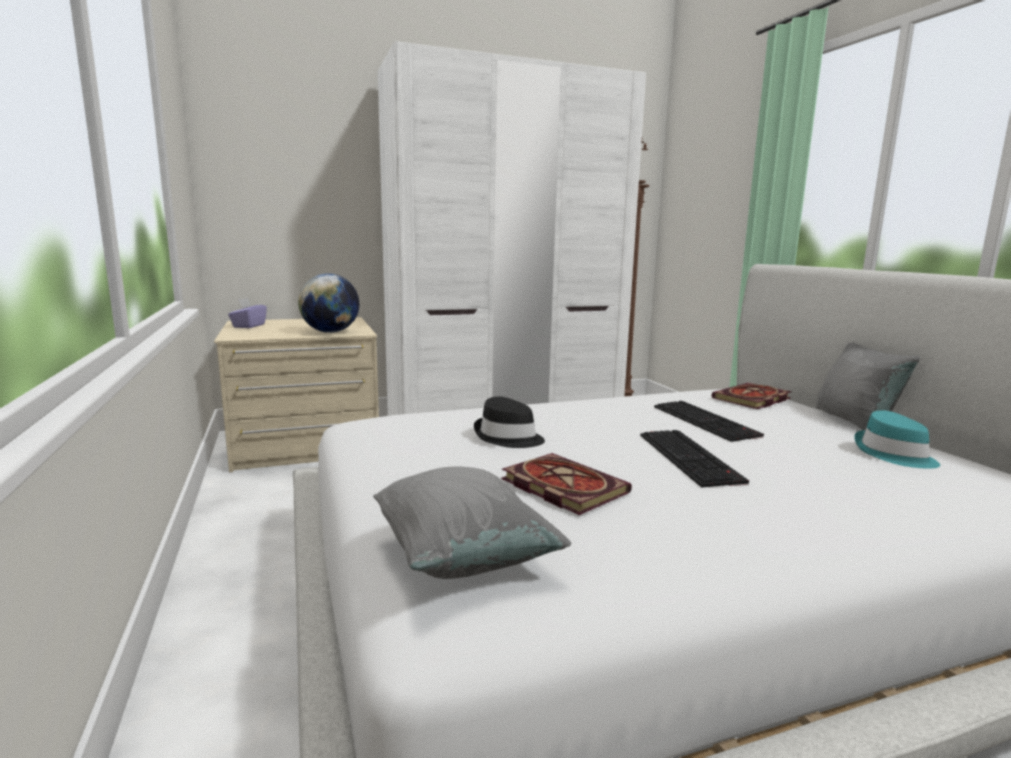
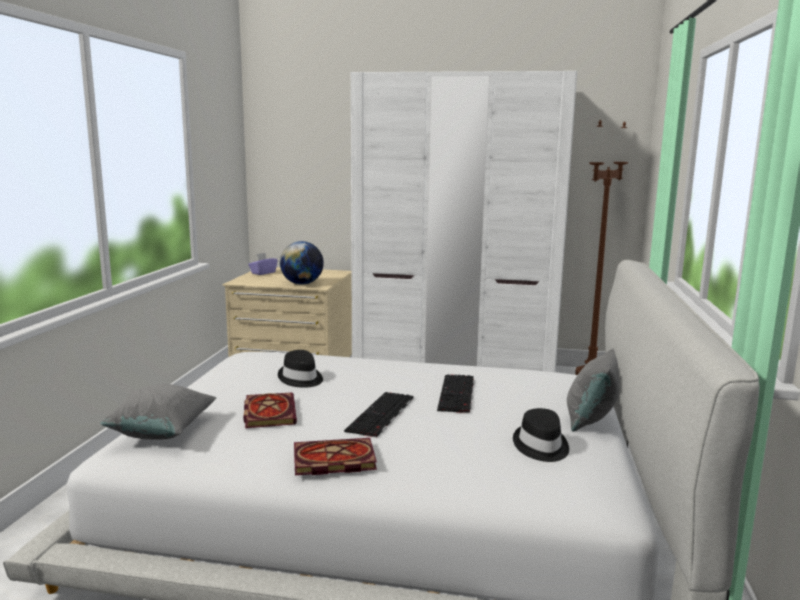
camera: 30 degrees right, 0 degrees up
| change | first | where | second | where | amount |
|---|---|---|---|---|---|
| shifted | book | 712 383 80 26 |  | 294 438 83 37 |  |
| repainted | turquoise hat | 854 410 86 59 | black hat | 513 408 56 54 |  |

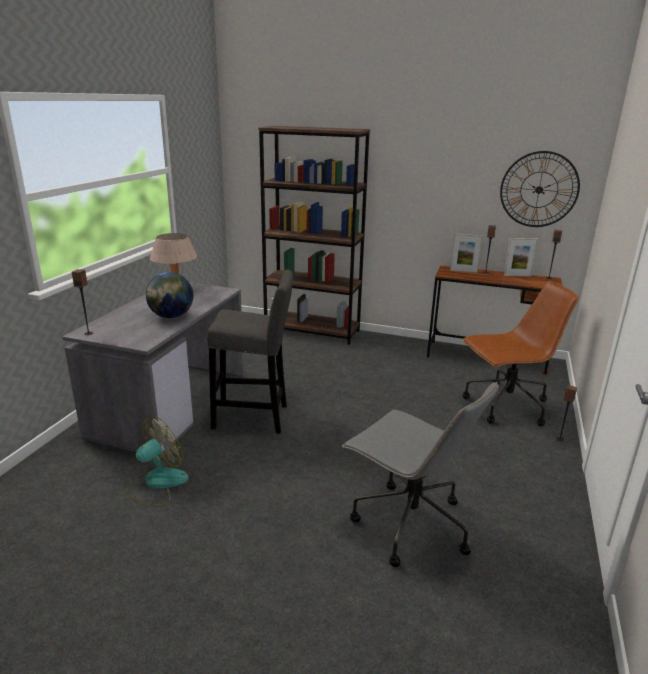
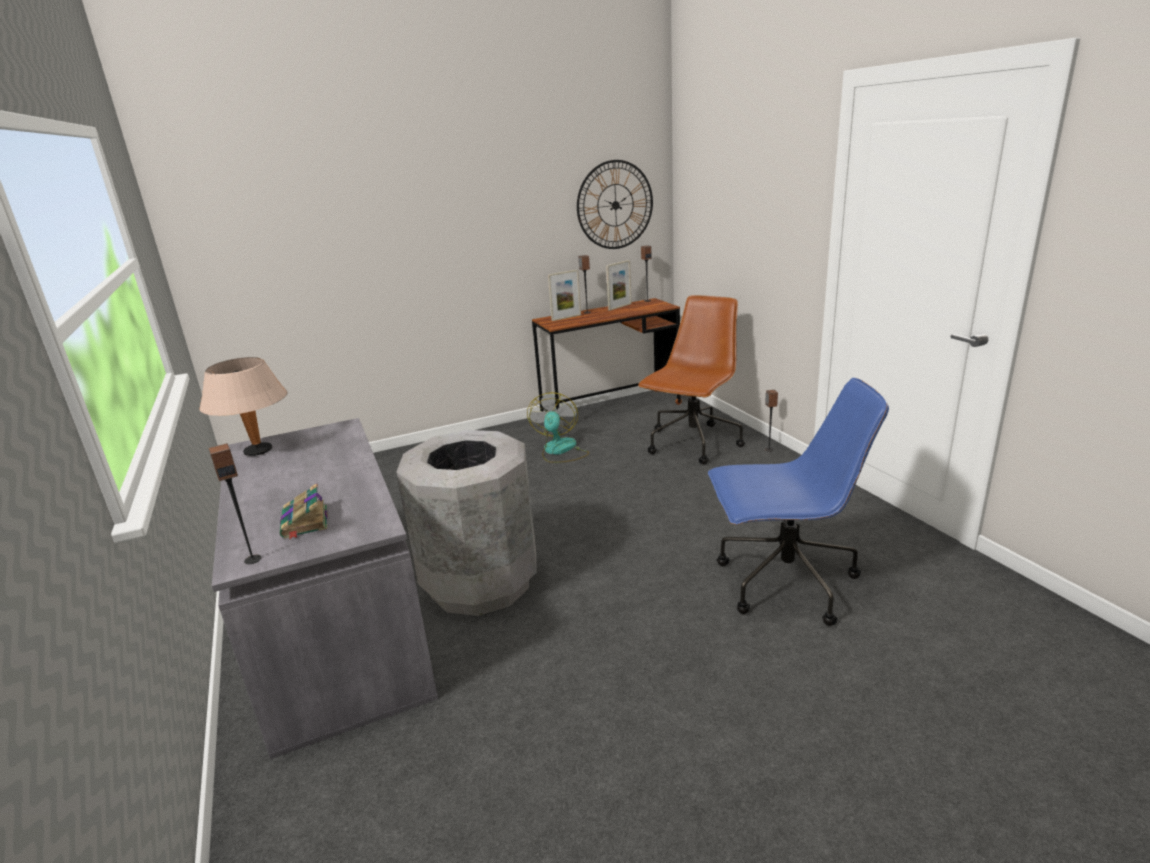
camera: 40 degrees left, 0 degrees up
| change | first | where | second | where | amount |
|---|---|---|---|---|---|
| gone | brown bookcase | 258 126 112 219 |  |  |  |
| swapped | grey stool | 207 269 86 165 | grey trash can | 396 430 141 186 |  |
| gone | globe | 146 272 47 46 |  |  |  |
| repainted | grey office chair | 342 381 157 186 | blue office chair | 708 378 181 248 |  |
| shifted | fan | 126 417 63 89 |  | 527 392 62 71 |  |
| new |  |  | book | 280 483 48 57 |  |

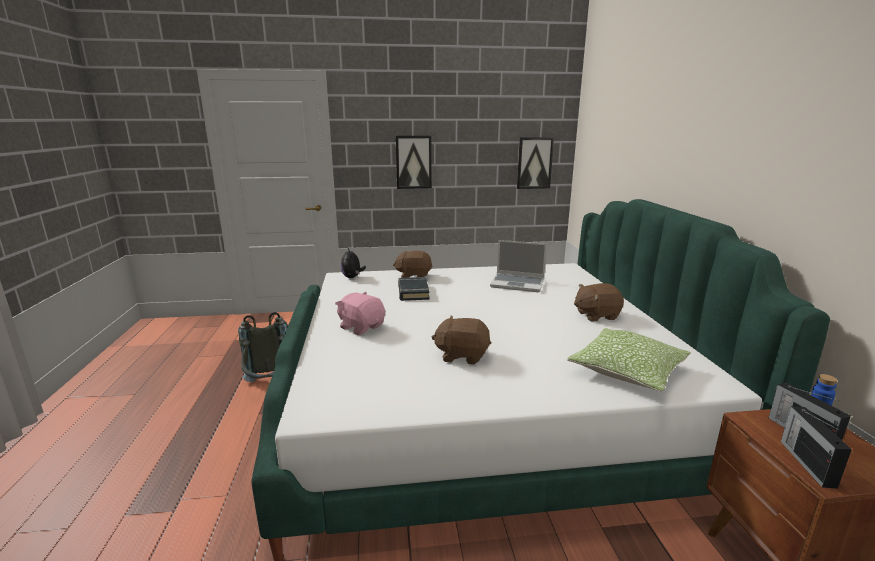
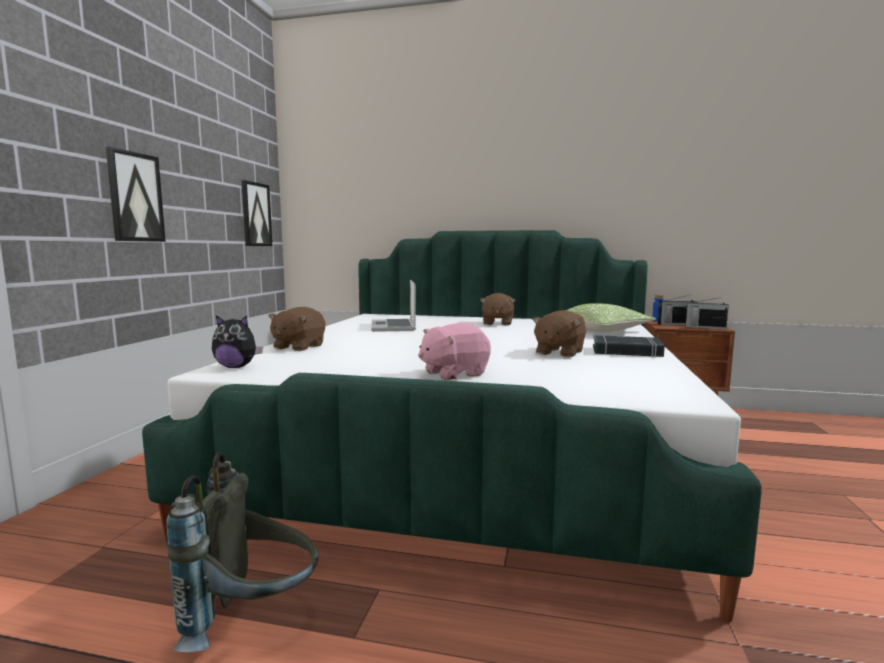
camera: 70 degrees left, 10 degrees down
| change | first | where | second | where | amount |
|---|---|---|---|---|---|
| rotated | laptop | 490 240 57 52 |  | 371 280 45 52 | 135 degrees clockwise |
| shifted | black book | 398 277 32 24 |  | 593 335 72 22 |  |

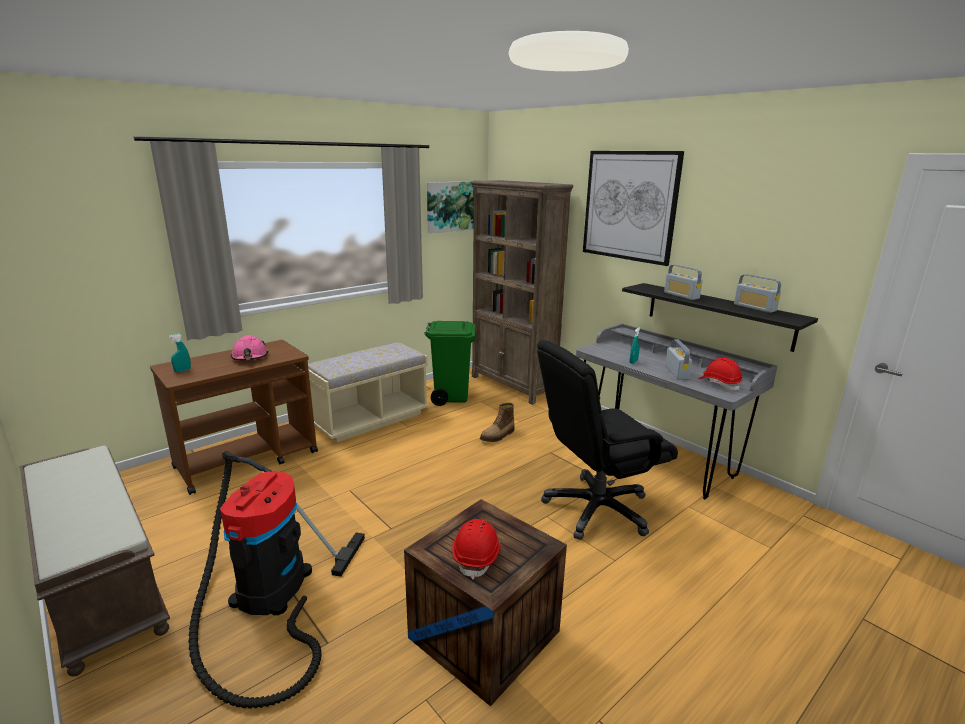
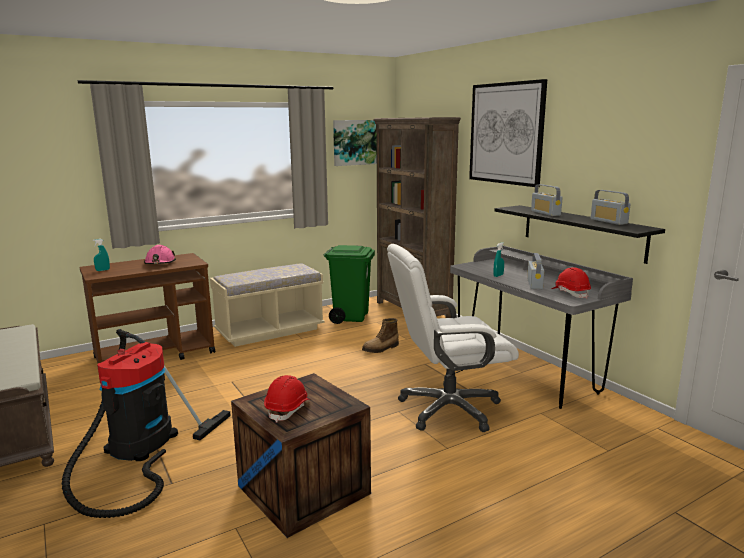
camera: 10 degrees right, 5 degrees down
| change | first | where | second | where | amount |
|---|---|---|---|---|---|
| repainted | black office chair | 537 340 141 200 | white office chair | 387 244 132 188 |  |

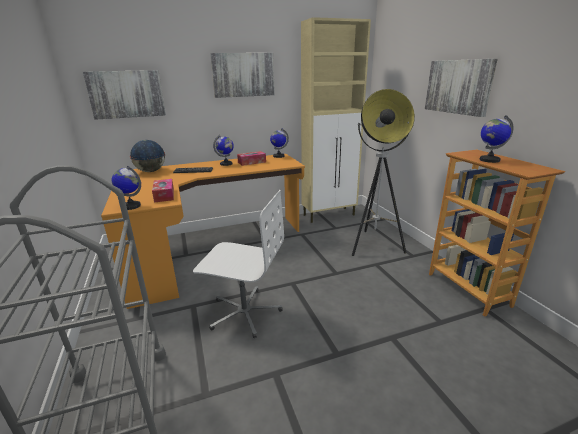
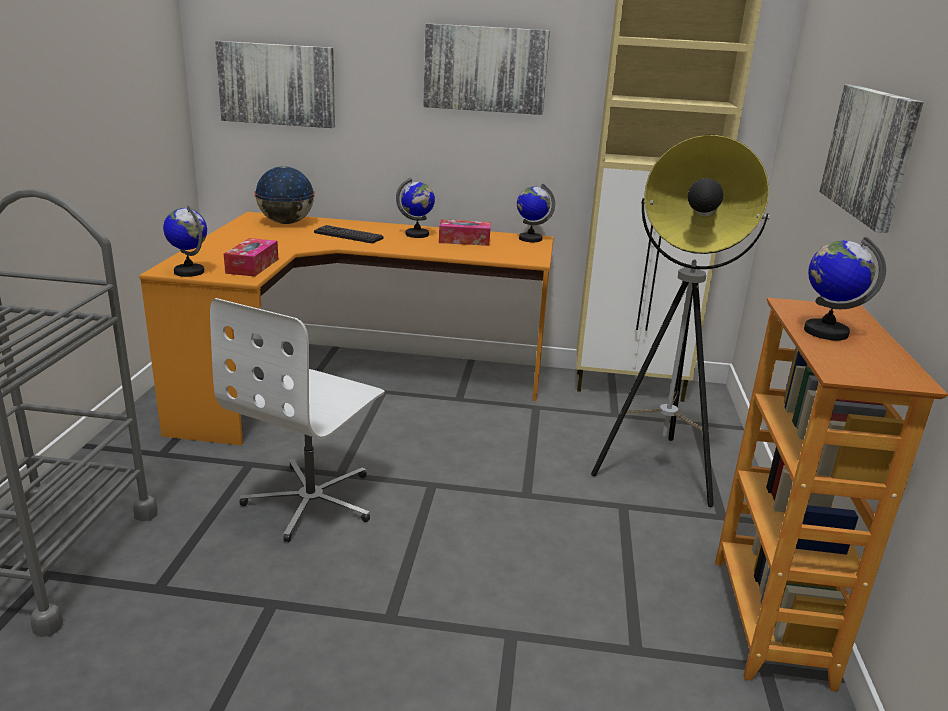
camera: 25 degrees right, 0 degrees up
| change | first | where | second | where | amount |
|---|---|---|---|---|---|
| rotated | white office chair | 193 190 91 148 |  | 210 298 175 244 | 75 degrees clockwise |

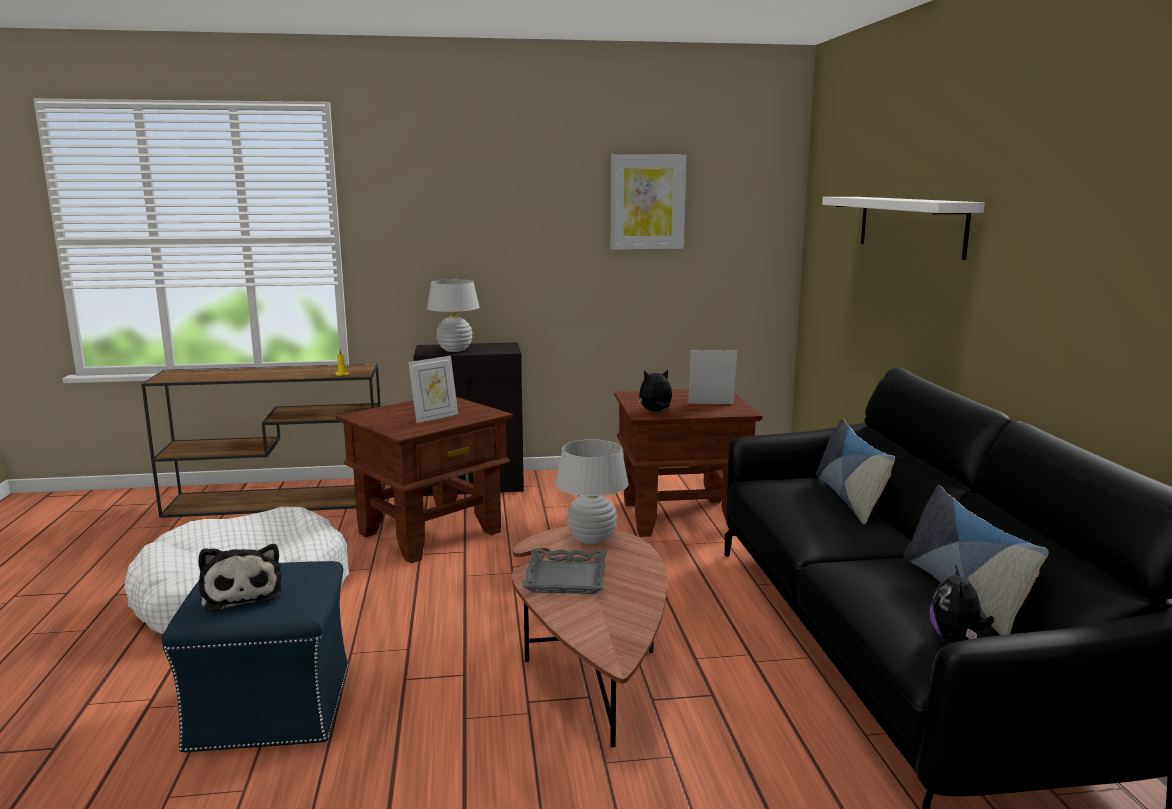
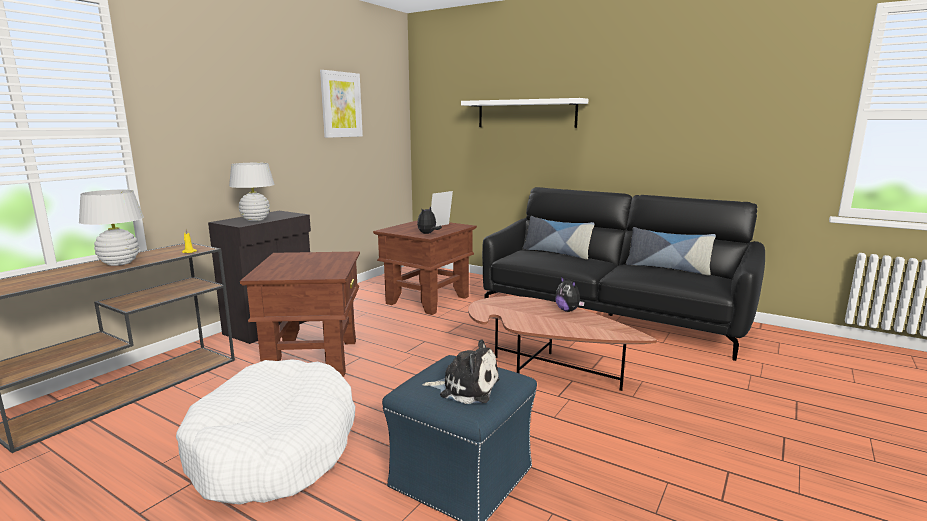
camera: 50 degrees left, 0 degrees up
| change | first | where | second | where | amount |
|---|---|---|---|---|---|
| gone | picture frame | 408 356 50 67 |  |  |  |
| shifted | white table lamp | 555 439 74 105 |  | 79 190 65 76 |  |
| gone | grey tray | 522 549 84 45 |  |  |  |
| shifted | plush toy | 930 565 64 77 |  | 555 276 30 36 |  |

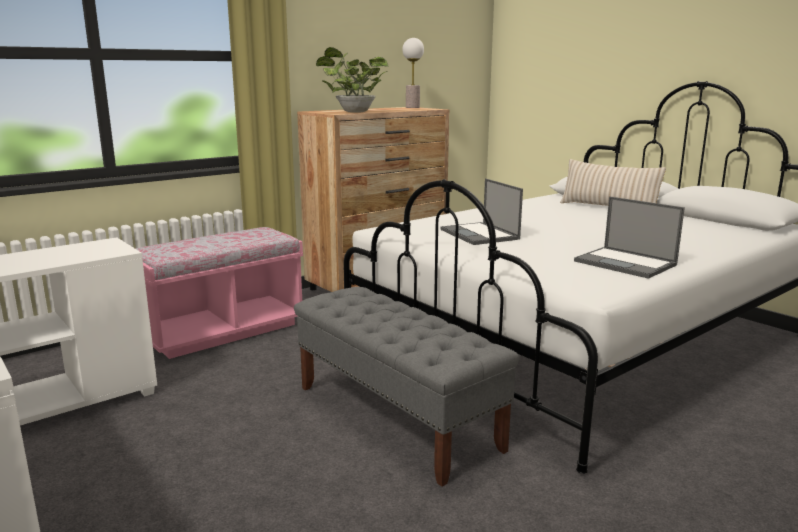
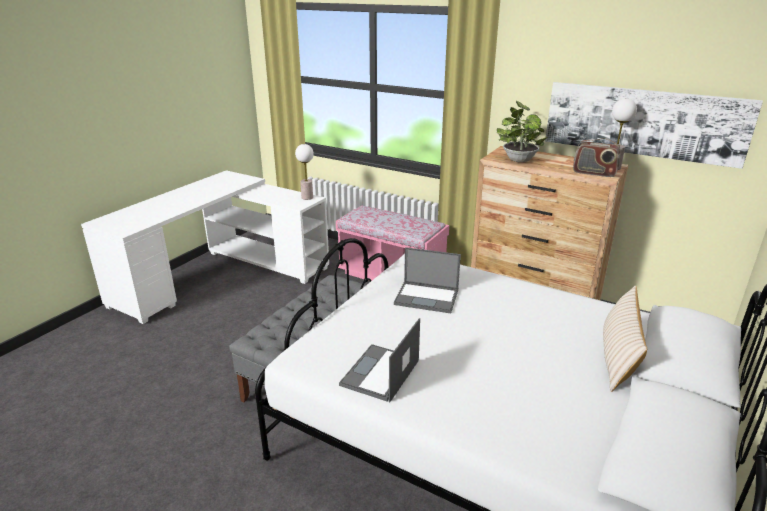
camera: 70 degrees right, 10 degrees up
| change | first | where | second | where | amount |
|---|---|---|---|---|---|
| rotated | laptop | 440 178 83 67 |  | 394 247 67 66 | 120 degrees counterclockwise |
| new |  |  | picture | 545 82 218 87 |  |
| new |  |  | radio | 573 138 47 39 |  |
| new |  |  | table lamp | 295 144 19 56 |  |

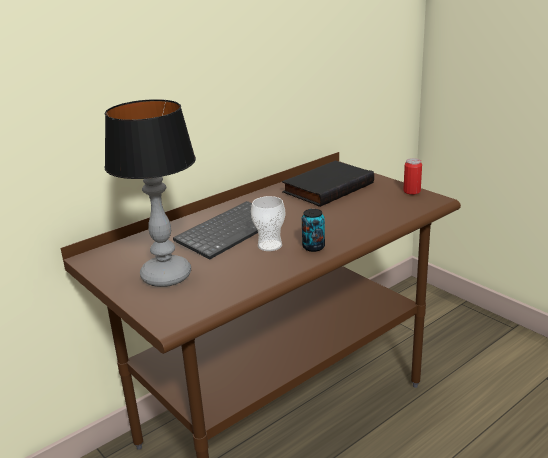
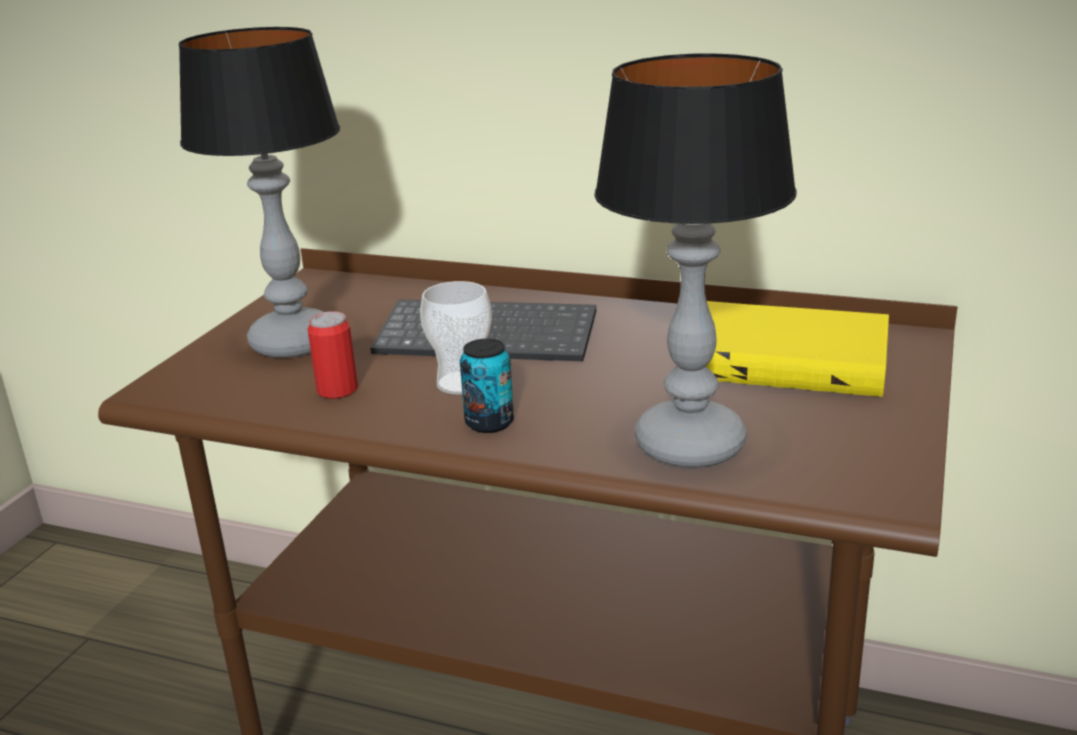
camera: 60 degrees right, 0 degrees up
| change | first | where | second | where | amount |
|---|---|---|---|---|---|
| shifted | can | 403 158 19 37 |  | 308 311 50 88 |  |
| repainted | black book | 282 161 92 46 | yellow book | 706 301 183 96 |  |
| new |  |  | table lamp | 594 53 203 414 |  |

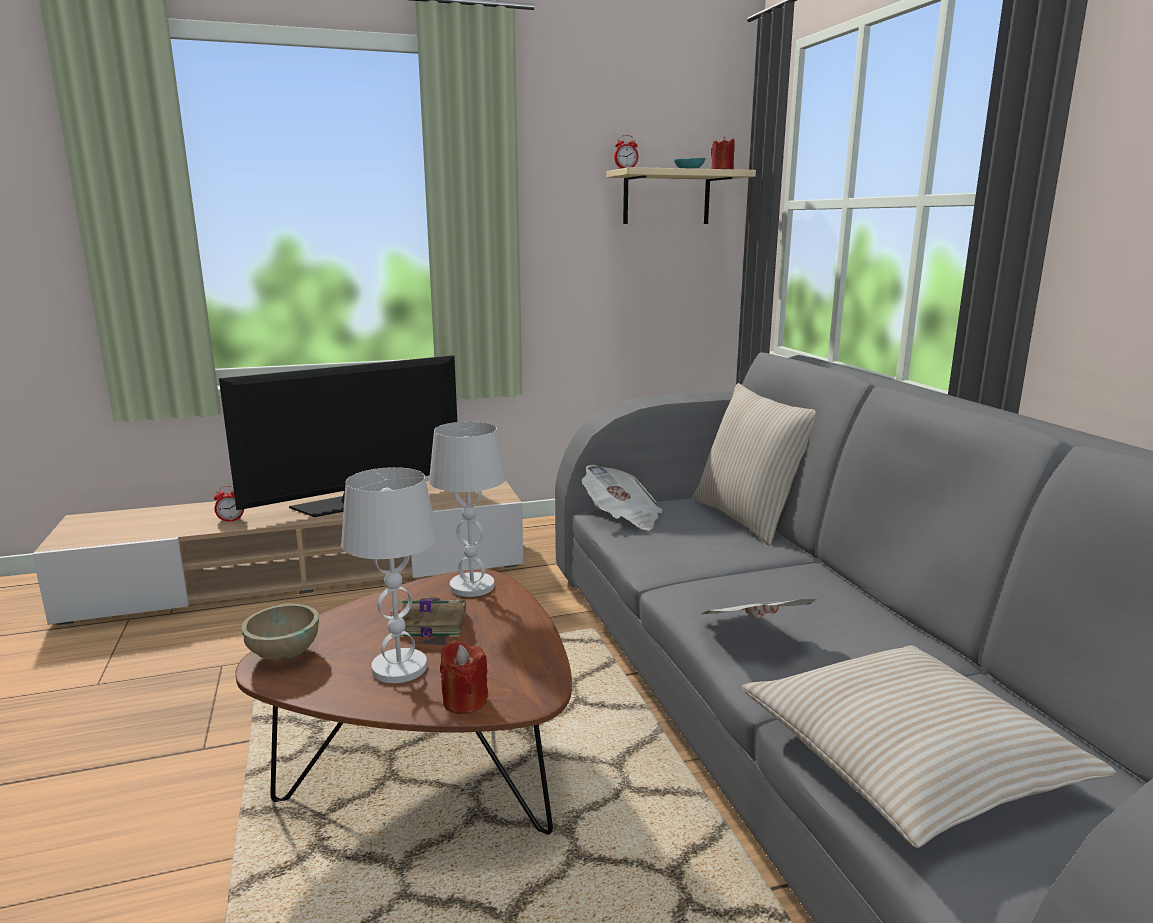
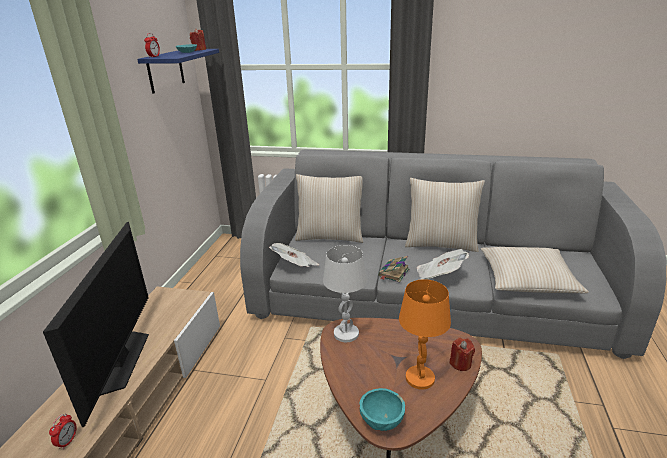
camera: 60 degrees left, 10 degrees up
| change | first | where | second | where | amount |
|---|---|---|---|---|---|
| repainted | beige shelf | 606 167 150 57 | blue shelf | 137 49 82 45 |  |
| repainted | white table lamp | 341 467 97 216 | orange table lamp | 399 279 52 111 |  |
| shifted | book | 390 596 76 41 |  | 378 256 32 26 |  |
| repainted | beige bowl | 242 603 77 57 | turquoise bowl | 359 388 46 43 |  |
| new |  |  | beige pillow | 405 178 80 74 |  |

